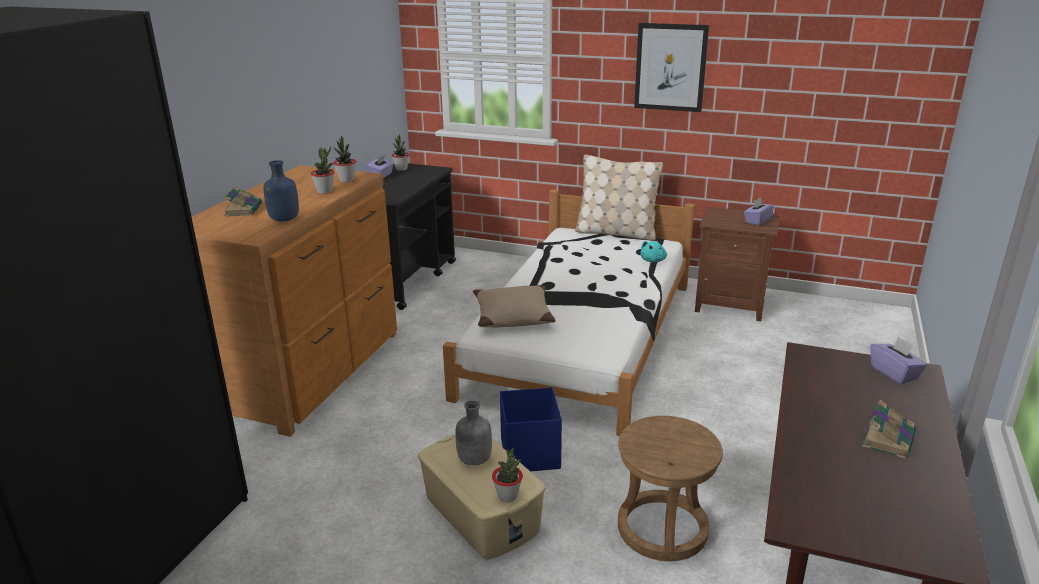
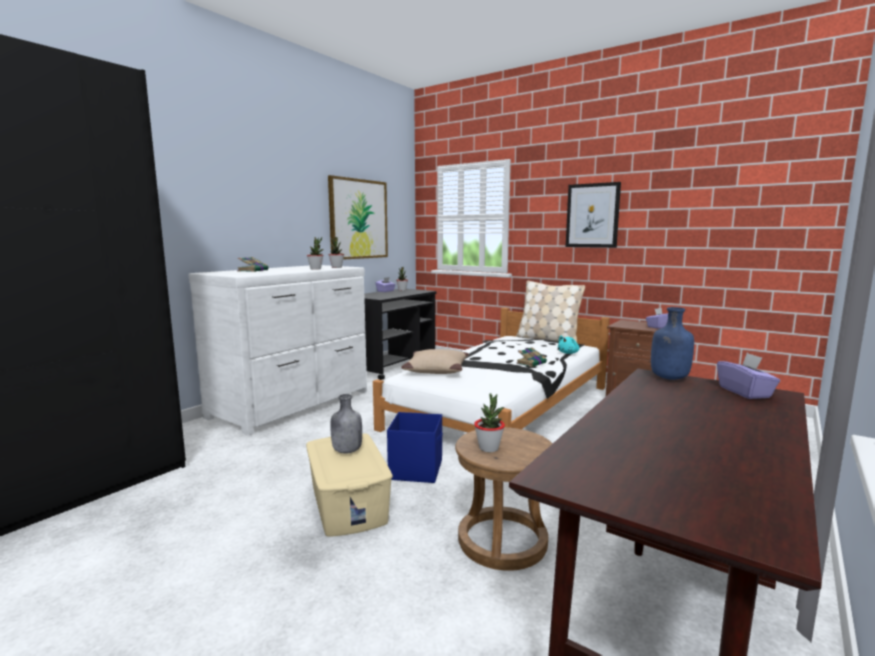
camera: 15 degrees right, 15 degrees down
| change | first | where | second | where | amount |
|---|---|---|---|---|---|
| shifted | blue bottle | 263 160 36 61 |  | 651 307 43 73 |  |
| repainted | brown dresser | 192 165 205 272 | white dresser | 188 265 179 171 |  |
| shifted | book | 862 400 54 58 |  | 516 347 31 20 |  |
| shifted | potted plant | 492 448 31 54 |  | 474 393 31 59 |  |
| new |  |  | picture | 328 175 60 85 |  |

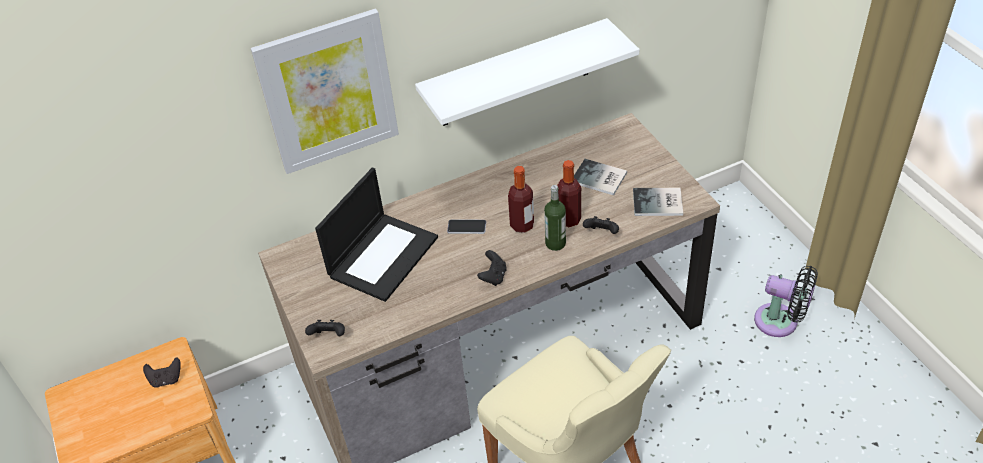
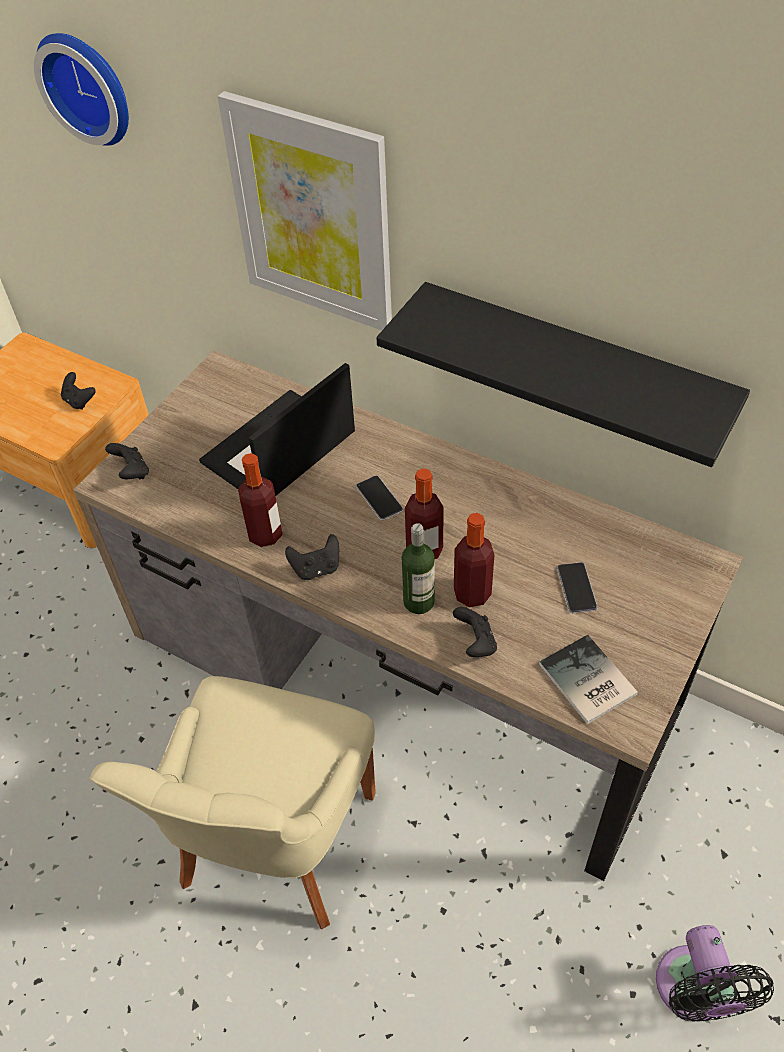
camera: 55 degrees right, 5 degrees up
| change | first | where | second | where | amount |
|---|---|---|---|---|---|
| repainted | white shelf | 415 18 225 108 | black shelf | 376 282 374 185 |  |
| swapped | book | 574 159 53 37 | phone | 557 562 41 51 |  |
| rotated | laptop | 315 167 123 135 |  | 199 363 156 133 | 135 degrees clockwise |
| new |  |  | wall clock | 34 33 95 113 |  |
| new |  |  | bottle | 238 453 45 94 |  |

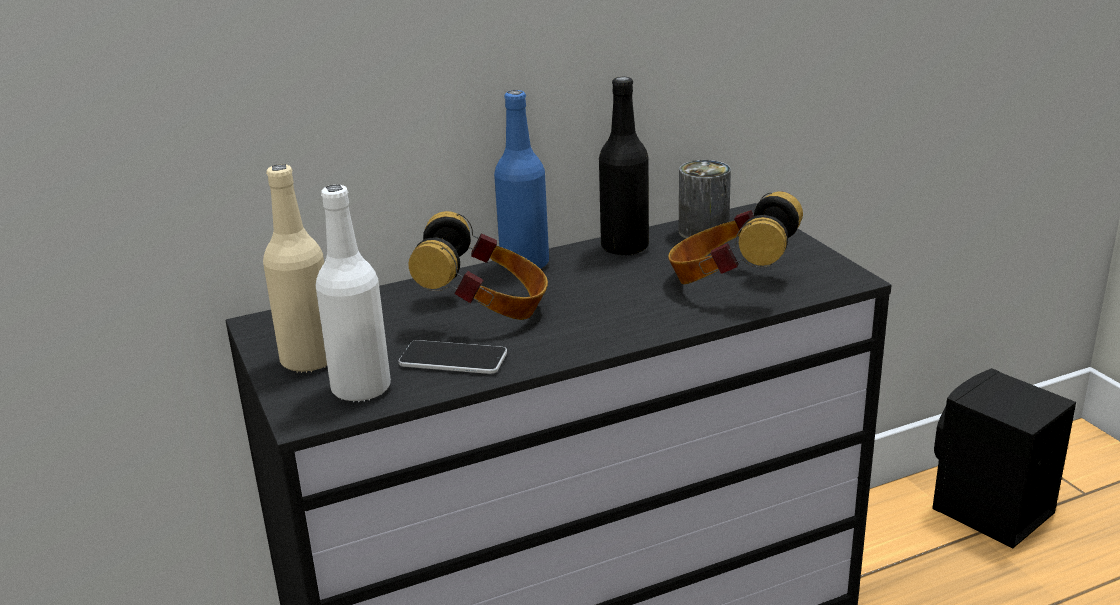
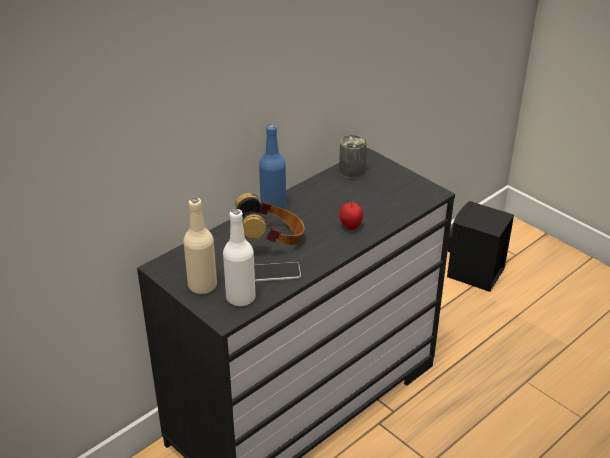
camera: 20 degrees left, 10 degrees up
| change | first | where | second | where | amount |
|---|---|---|---|---|---|
| gone | black bottle | 599 77 50 179 |  |  |  |
| gone | headphones | 668 191 135 94 |  |  |  |
| new |  |  | apple | 339 201 24 29 |  |

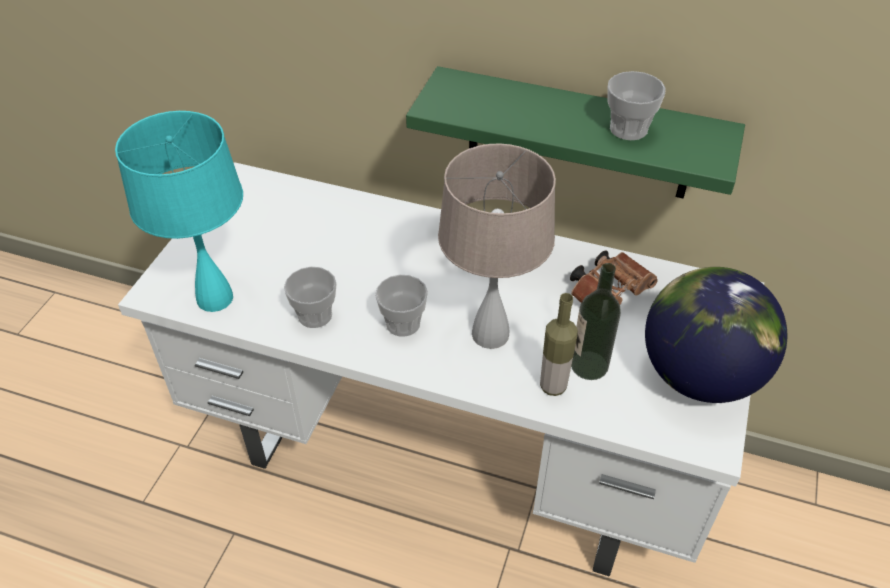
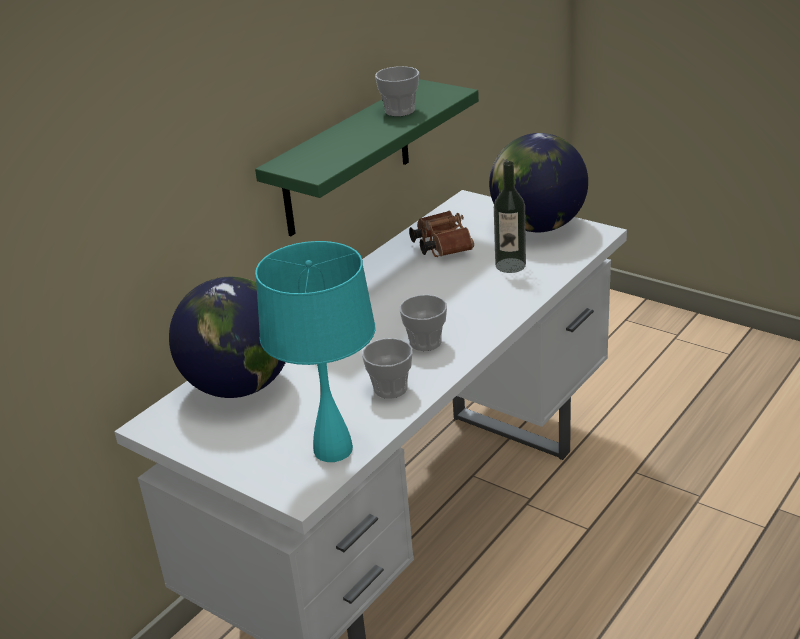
camera: 70 degrees left, 15 degrees down
| change | first | where | second | where | amount |
|---|---|---|---|---|---|
| gone | beige table lamp | 438 143 118 206 |  |  |  |
| gone | bottle | 540 293 38 103 |  |  |  |
| new |  |  | globe | 169 277 117 121 |  |

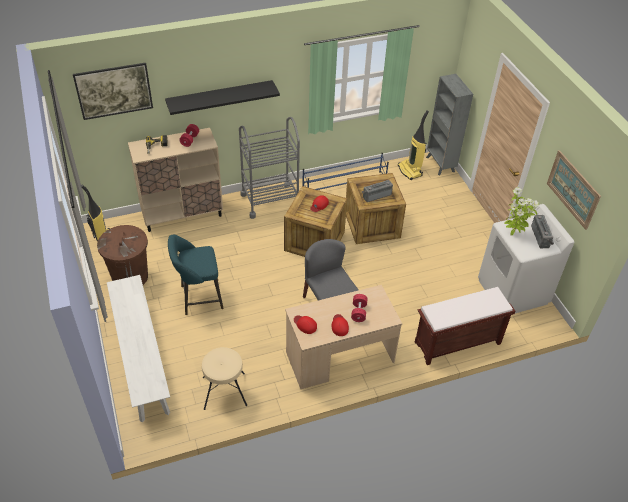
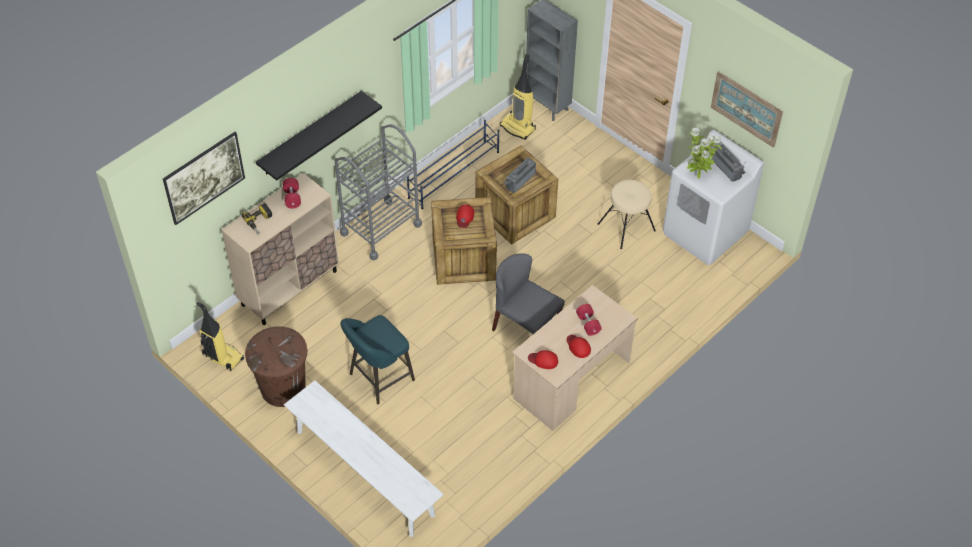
camera: 25 degrees left, 5 degrees up
| change | first | where | second | where | amount |
|---|---|---|---|---|---|
| gone | brown bench | 415 287 100 78 |  |  |  |
| shifted | beige stool | 202 347 45 63 |  | 598 180 58 69 |  |

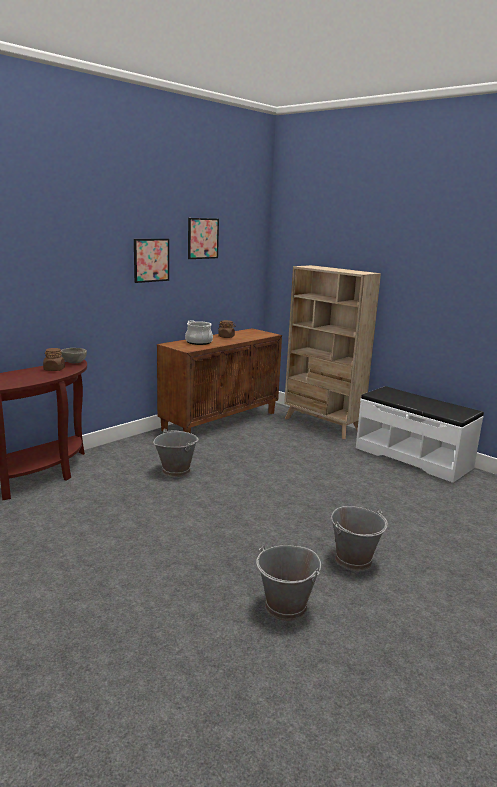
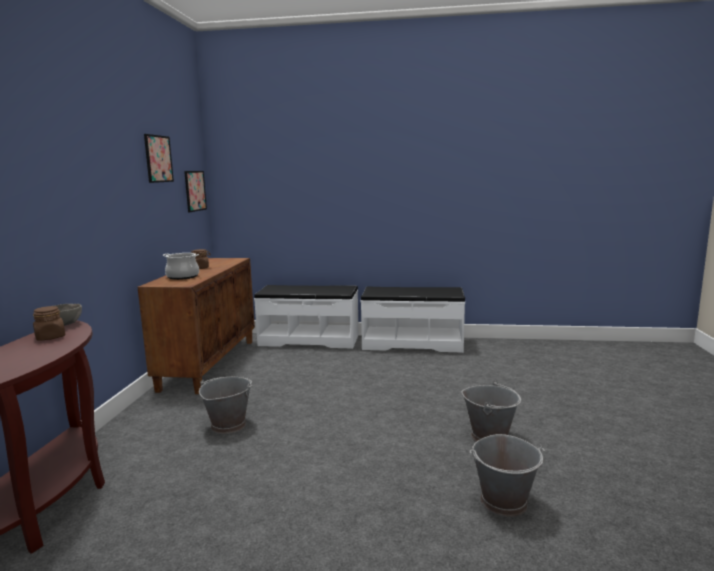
camera: 35 degrees left, 5 degrees down
| change | first | where | second | where | amount |
|---|---|---|---|---|---|
| shifted | picture | 134 239 35 44 |  | 184 171 23 41 |  |
| swapped | beige bookcase | 284 265 97 174 | white bench | 254 285 104 64 |  |

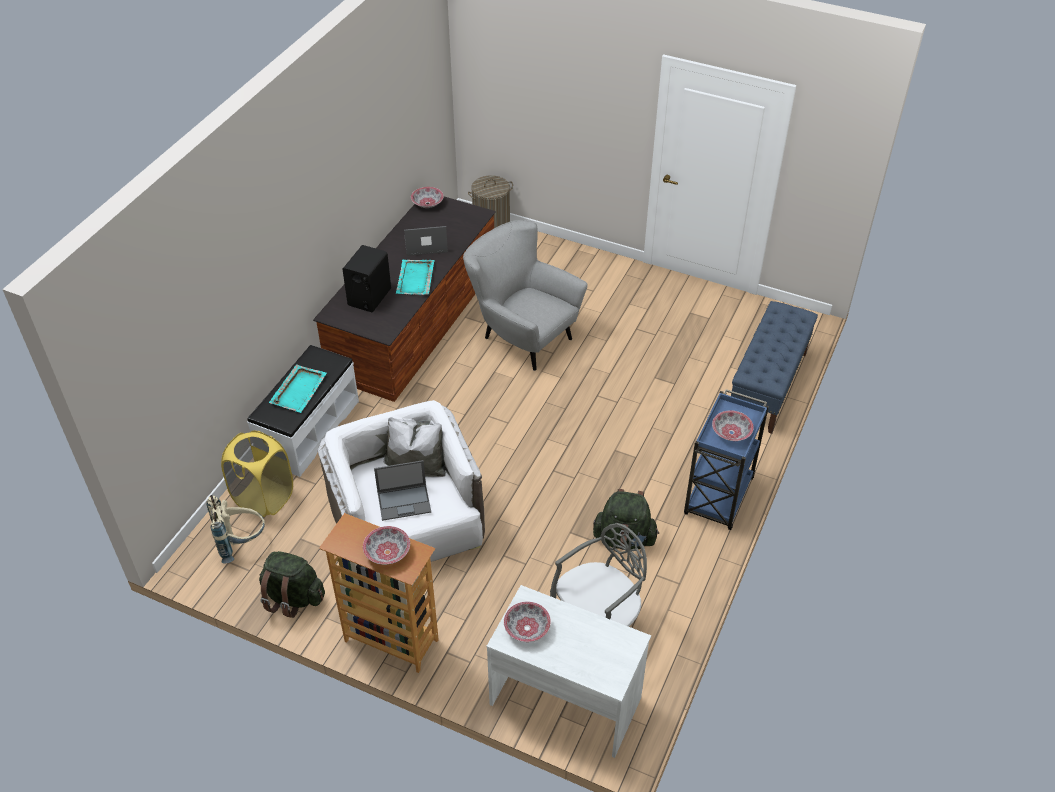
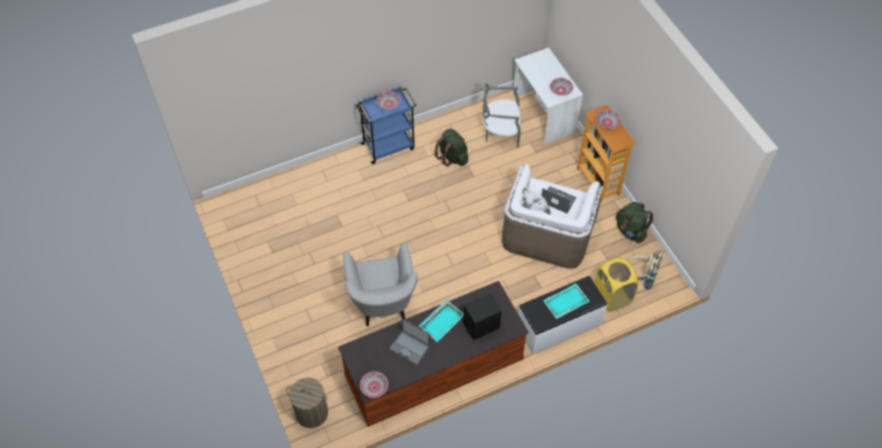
camera: 140 degrees left, 10 degrees up
| change | first | where | second | where | amount |
|---|---|---|---|---|---|
| gone | blue bench | 731 301 87 133 |  |  |  |

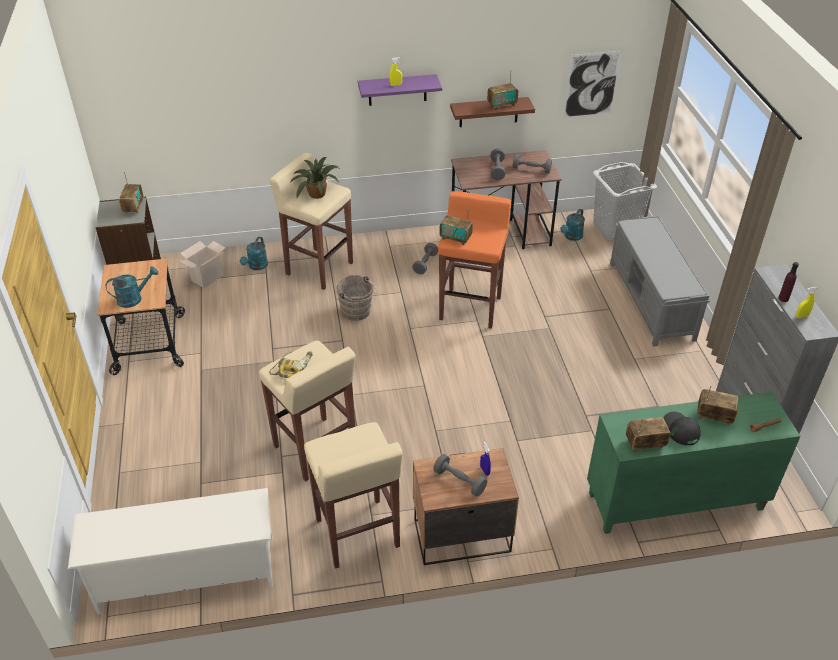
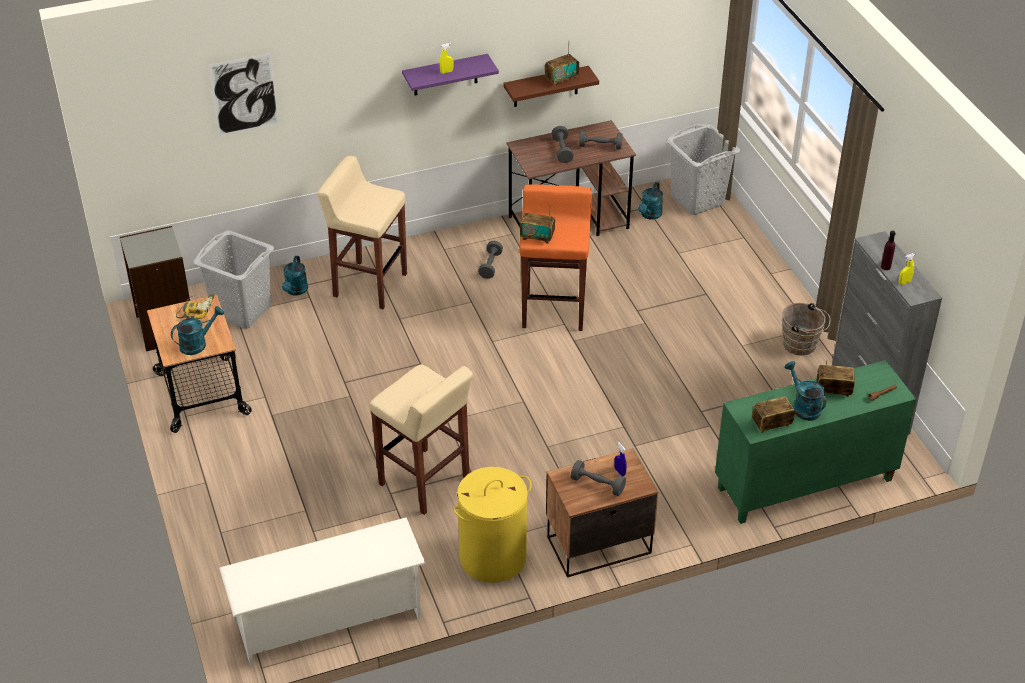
camera: 10 degrees left, 0 degrees up
| change | first | where | second | where | amount |
|---|---|---|---|---|---|
| shifted | picture | 563 51 58 67 |  | 208 53 72 83 |  |
| gone | potted plant | 290 157 50 42 |  |  |  |
| gone | radio | 119 172 25 42 |  |  |  |
| gone | grey bench | 610 216 100 131 |  |  |  |
| swapped | cardboard box | 180 241 46 47 | grey laundry basket | 193 230 81 98 |  |
| shifted | brown bucket | 336 275 40 46 |  | 782 303 48 53 |  |
| shifted | power drill | 269 351 44 27 |  | 176 293 38 26 |  |
| swapped | black cap | 663 412 38 34 | turquoise watering can | 785 361 41 60 |  |
| swapped | beige stool | 304 422 99 147 | yellow laundry basket | 453 467 79 116 |  |

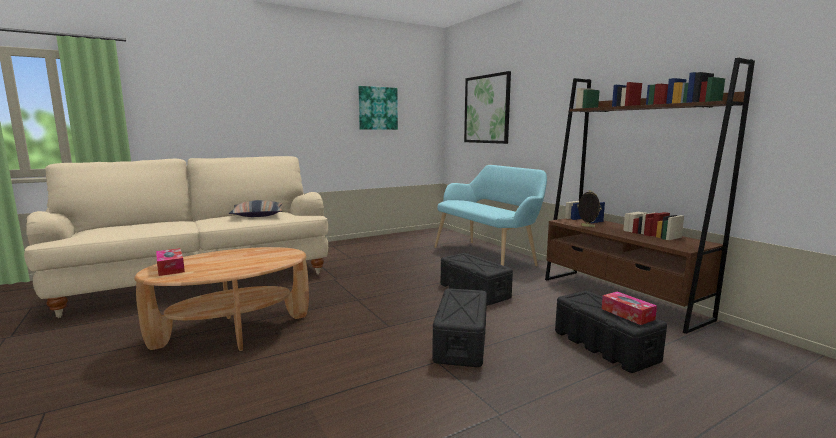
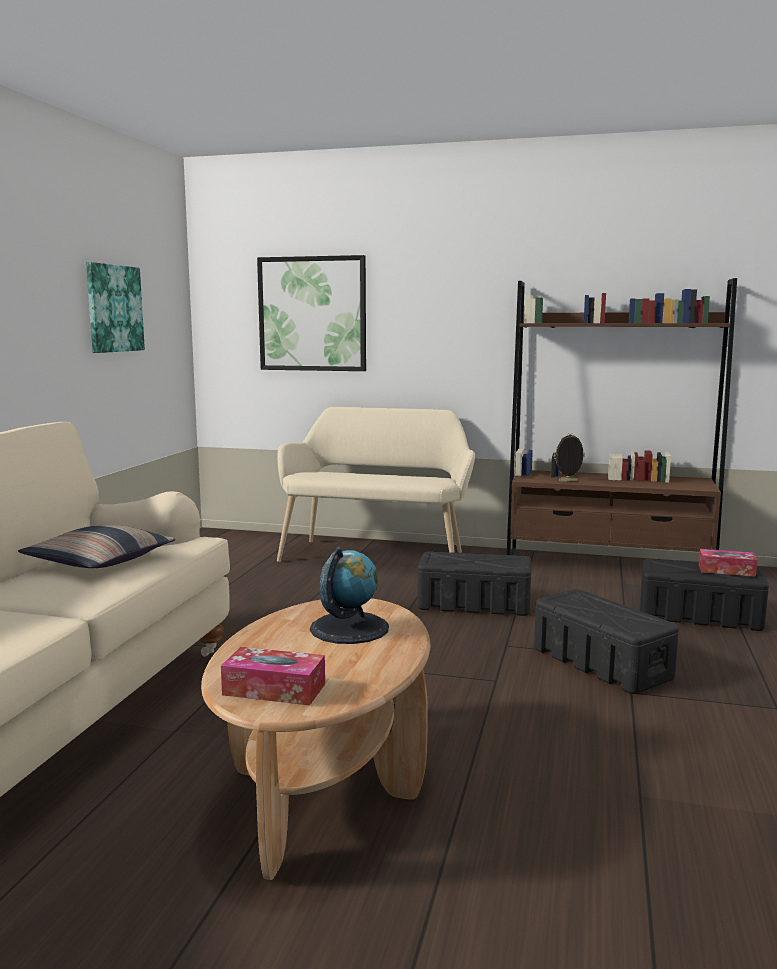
camera: 45 degrees left, 0 degrees up
| change | first | where | second | where | amount |
|---|---|---|---|---|---|
| repainted | turquoise bench | 434 165 113 101 | beige bench | 277 407 198 155 |  |
| new |  |  | globe | 310 547 79 97 |  |

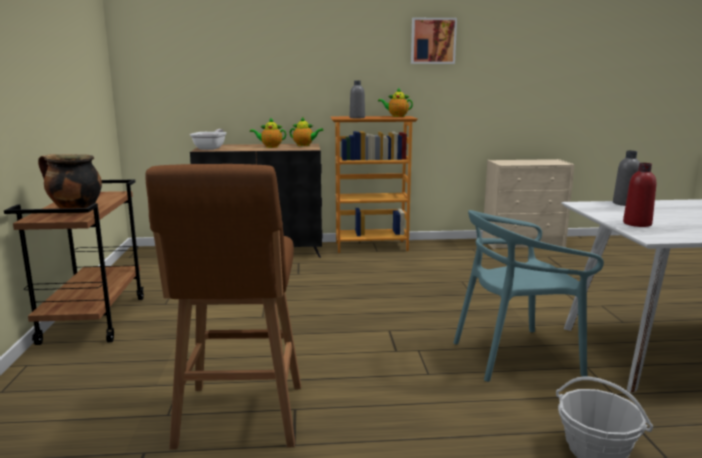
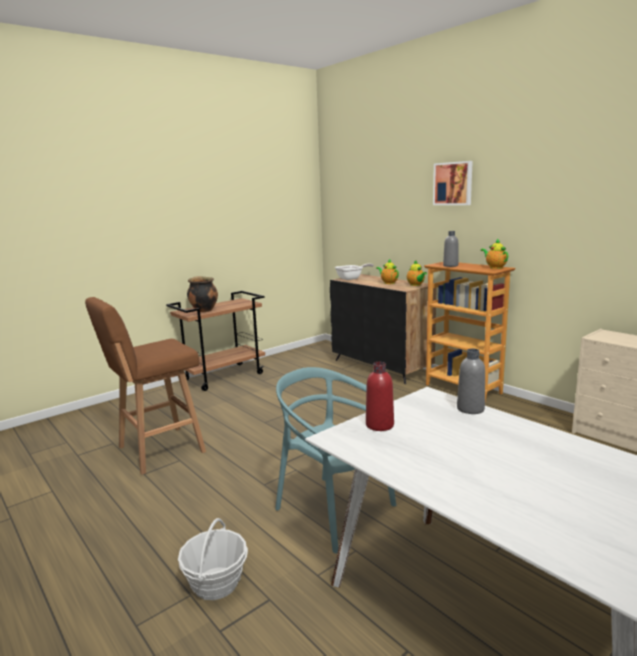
camera: 55 degrees right, 0 degrees up
| change | first | where | second | where | amount |
|---|---|---|---|---|---|
| shifted | picture | 411 18 46 46 |  | 433 161 40 44 |  |

